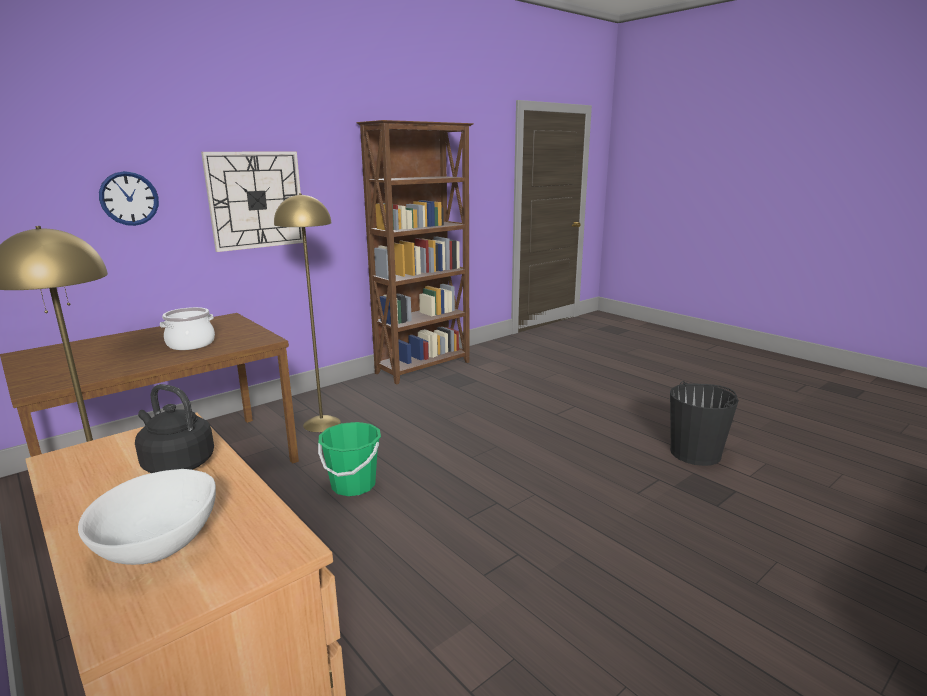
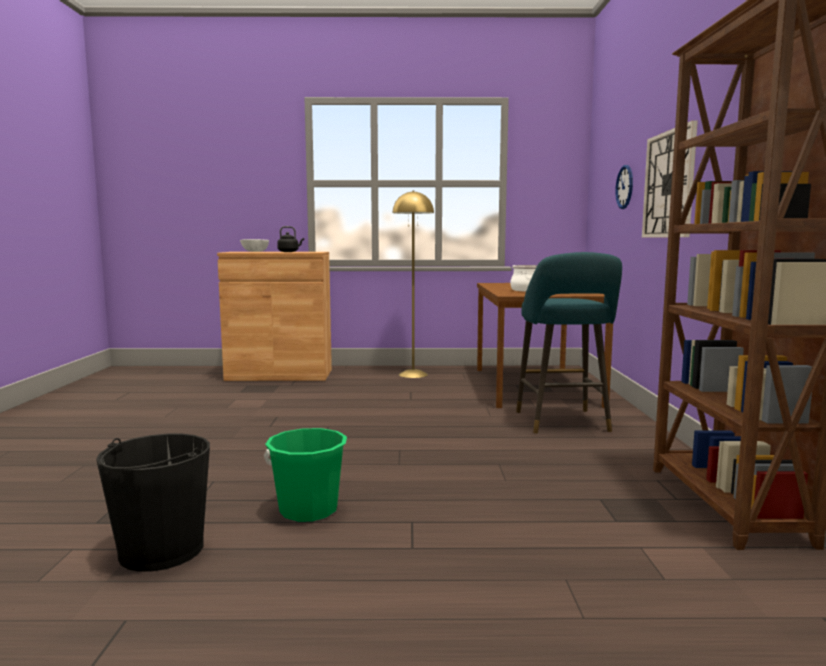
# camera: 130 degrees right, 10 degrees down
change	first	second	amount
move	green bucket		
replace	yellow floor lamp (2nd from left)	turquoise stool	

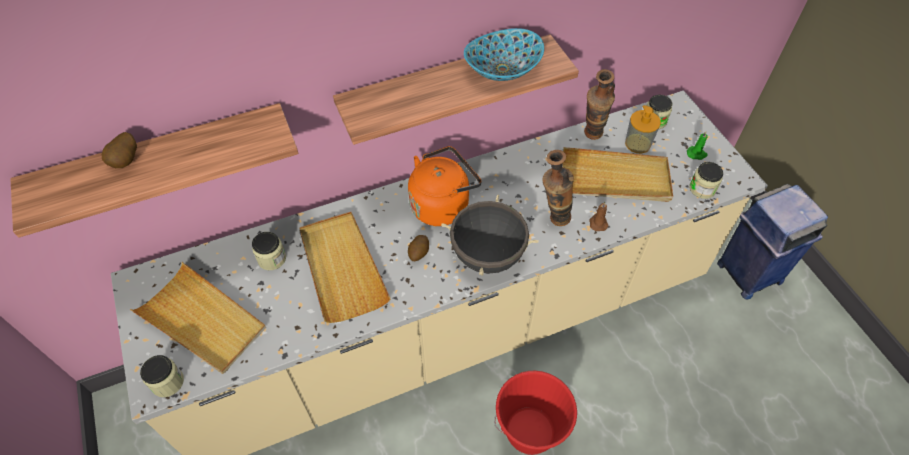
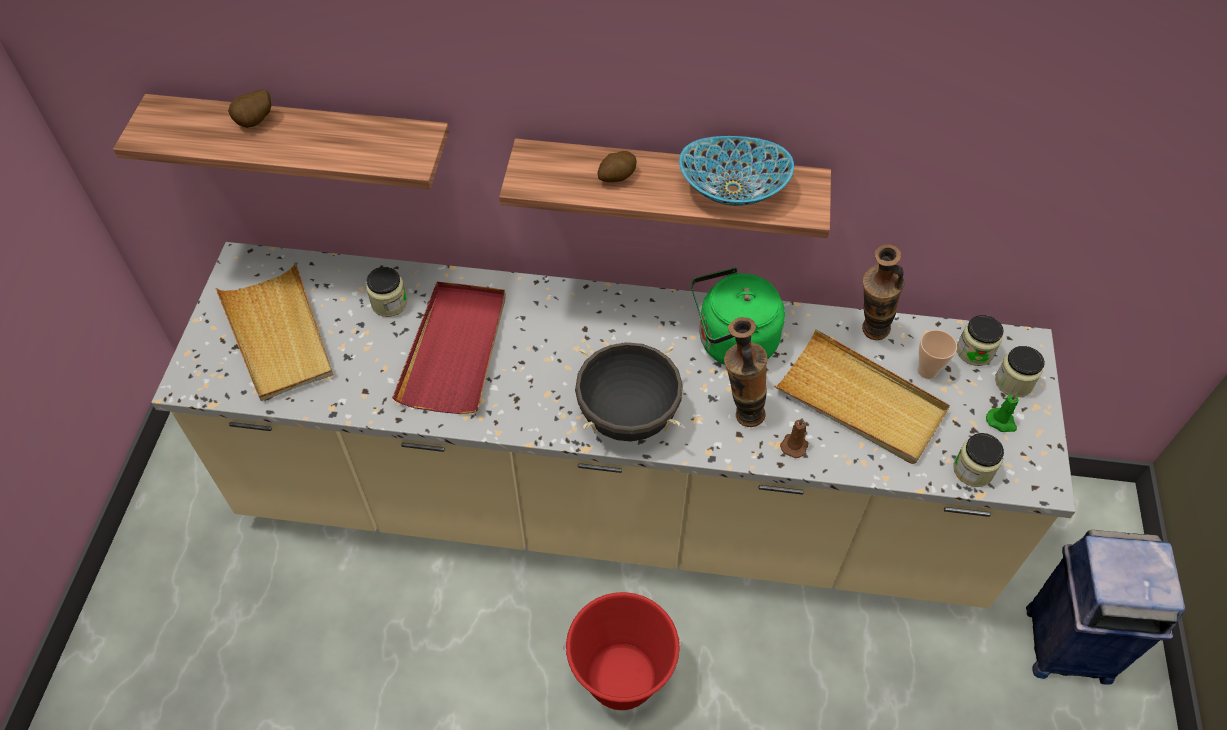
# camera: 30 degrees right, 0 degrees up
change	first	second	amount
delete	orange kettle		
insert		green kettle	
move	jar (1st from left in the first image)	jar (4th from left)	
move	potato (2nd from left)		
replace	soap dispenser	cup	
recolor	beige tray (2nd from left)	red tray	

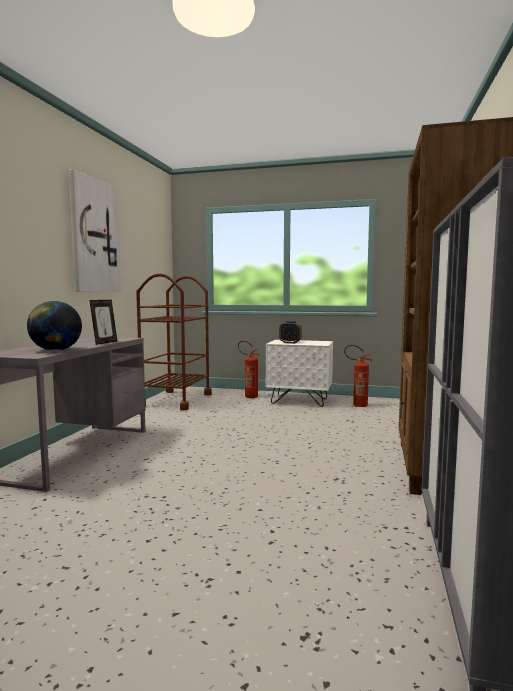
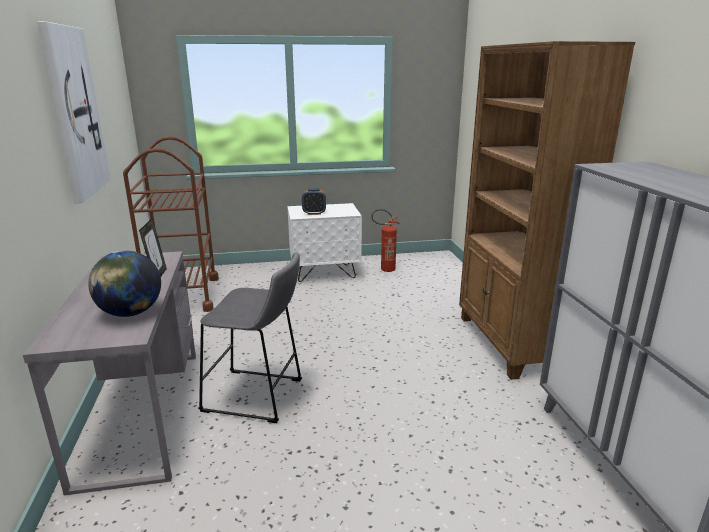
# camera: 25 degrees left, 15 degrees up
change	first	second	amount
delete	fire extinguisher (1st from left)		
insert		grey stool	

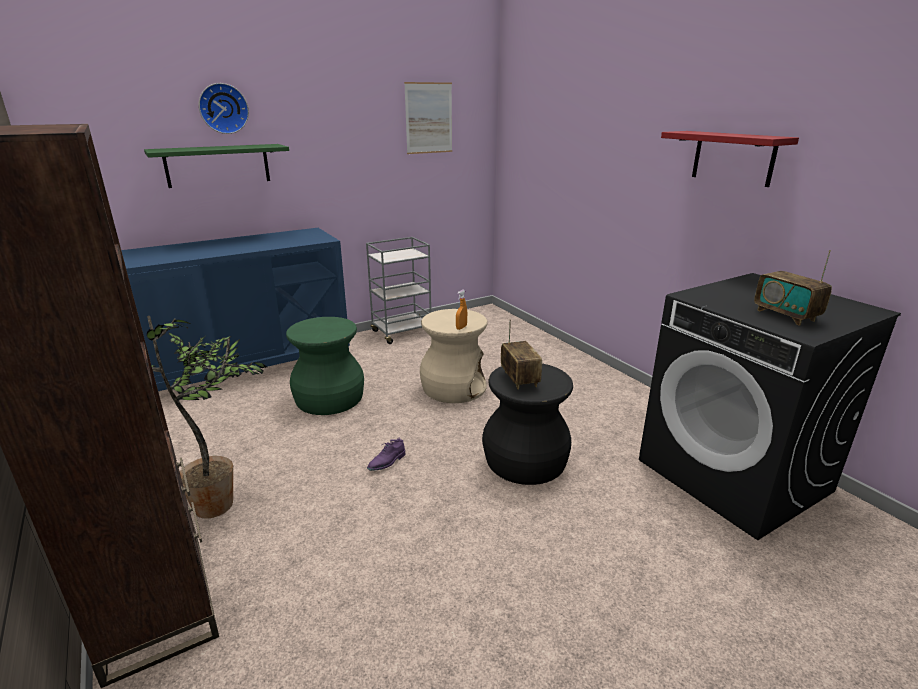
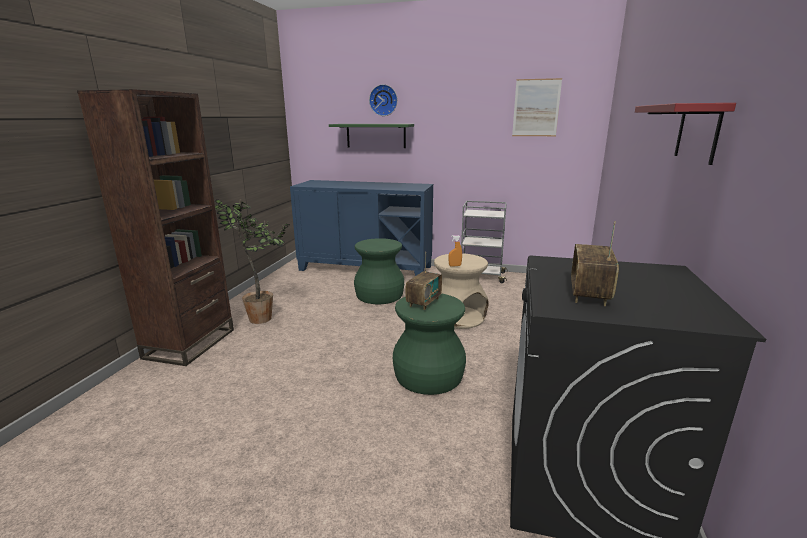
# camera: 45 degrees right, 5 degrees down
change	first	second	amount
delete	purple shoe		
recolor	black stool	green stool (2nd from left)	

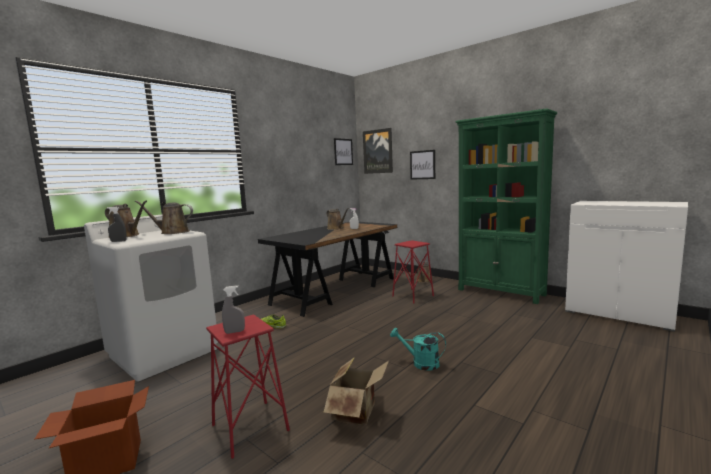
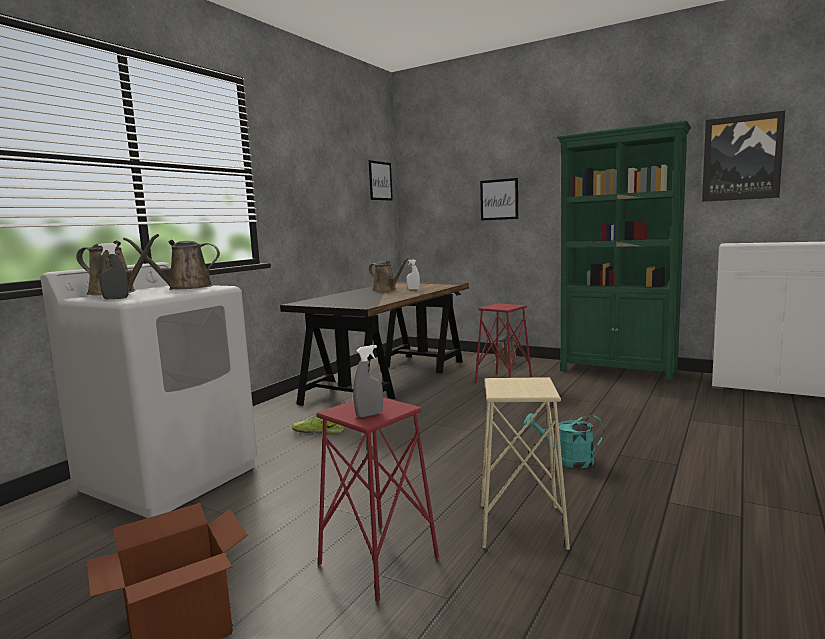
# camera: 10 degrees left, 0 degrees up
change	first	second	amount
move	picture (2nd from left in the first image)	picture (3rd from left)	
replace	cardboard box (2nd from left)	beige stool	

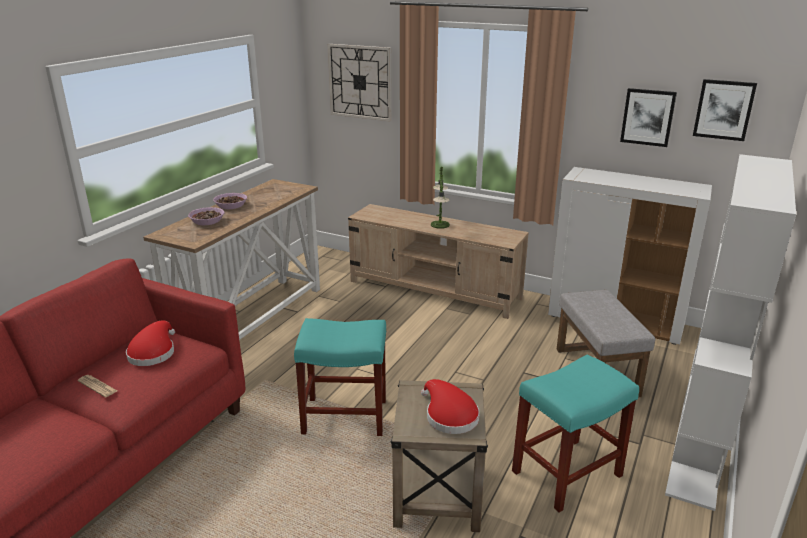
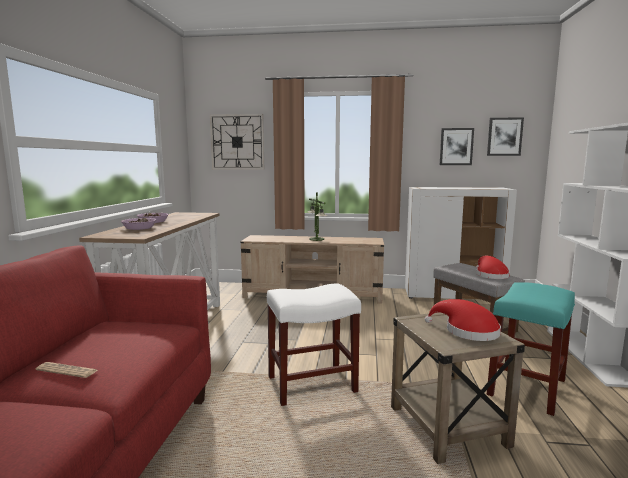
# camera: 20 degrees left, 15 degrees down
change	first	second	amount
move	red hat (1st from left in the first image)	red hat (2nd from left)	
recolor	turquoise stool (1st from left)	white stool	

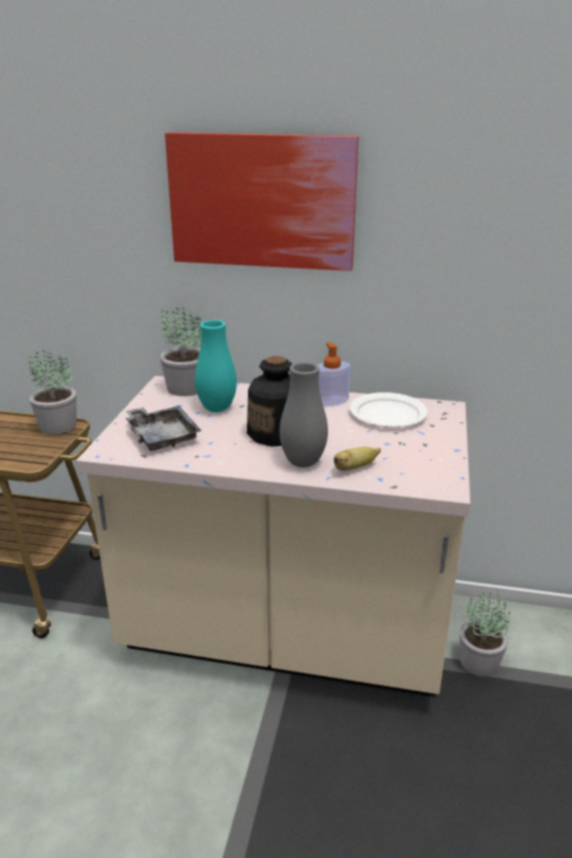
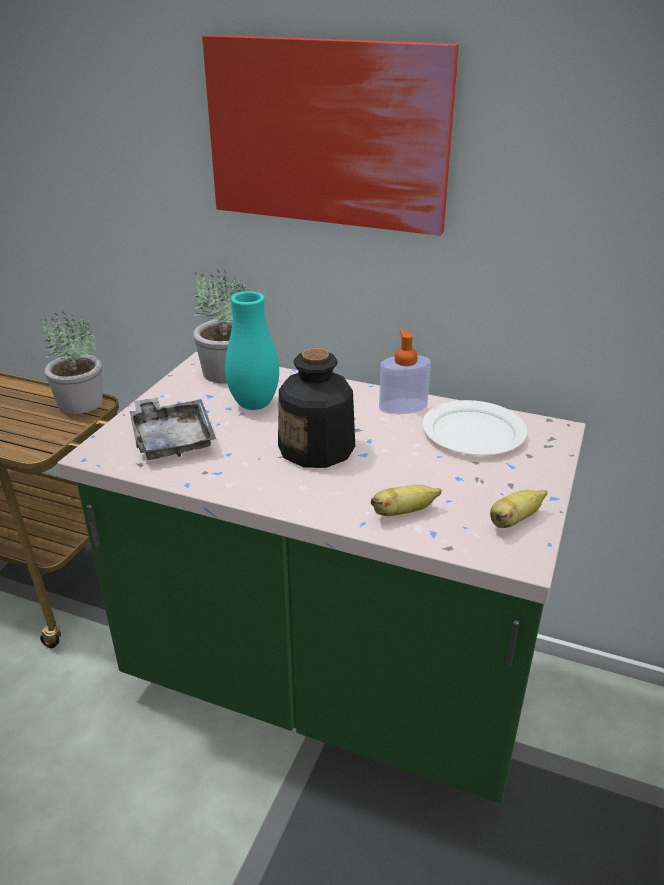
# camera: 10 degrees right, 5 degrees up
change	first	second	amount
delete	grey vase		
delete	potted plant (3rd from left)		
insert		banana (2nd from left)	
recolor	beige counter	green counter	

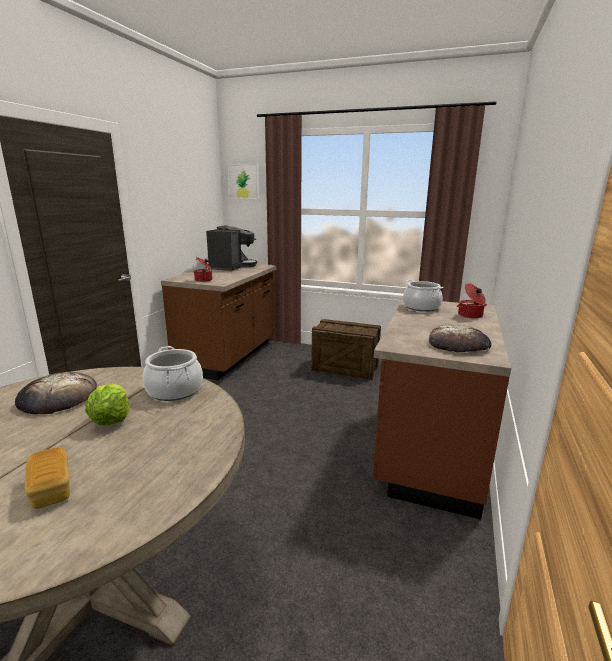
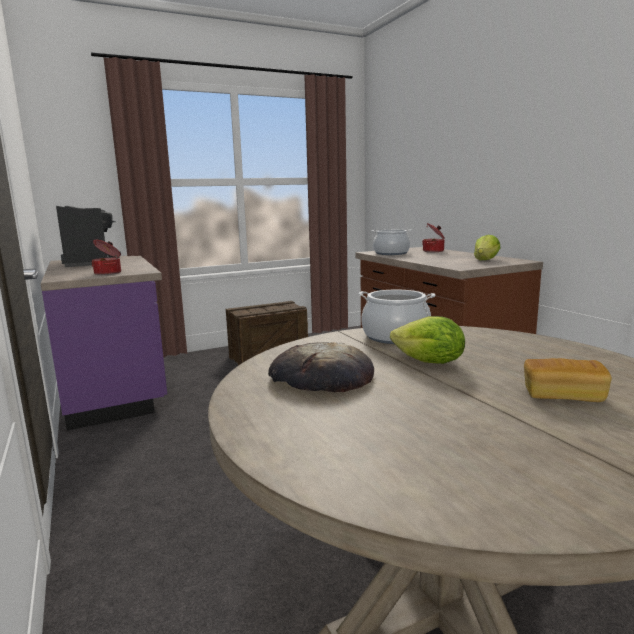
# camera: 45 degrees left, 5 degrees down
change	first	second	amount
delete	picture		
replace	bread (3rd from left)	lettuce (2nd from left)	
recolor	brown counter (1st from left)	purple counter	

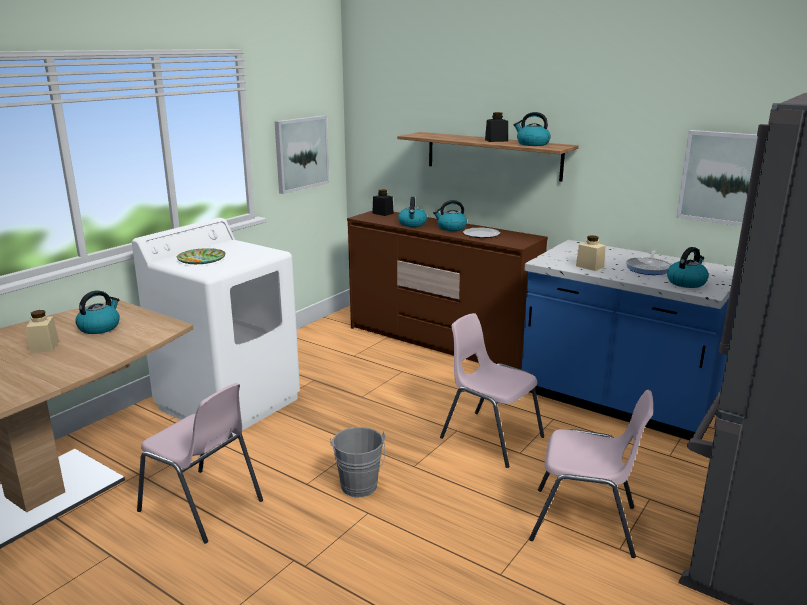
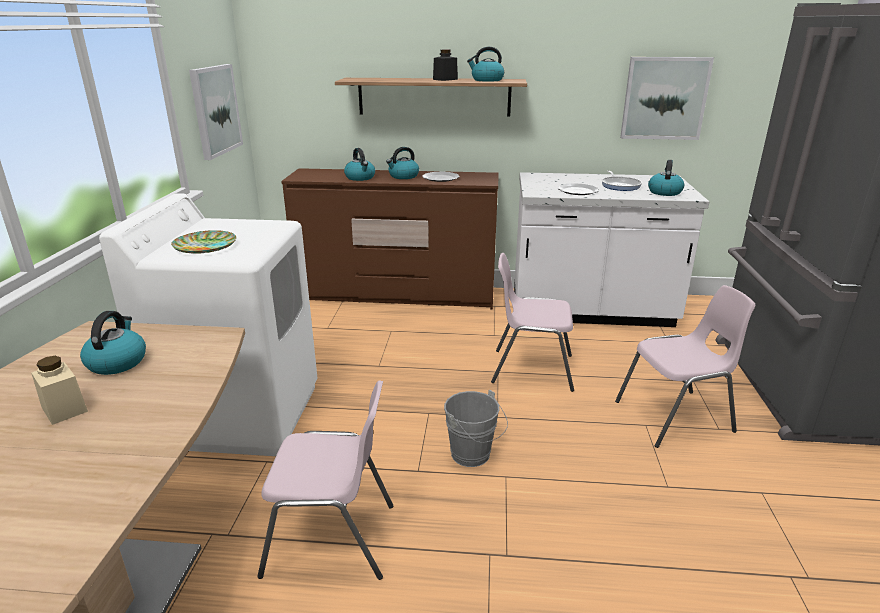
# camera: 30 degrees left, 5 degrees up
change	first	second	amount
delete	black jar (1st from left)		
replace	beige jar (2nd from left)	plate (3rd from left)	
recolor	blue counter	white counter	

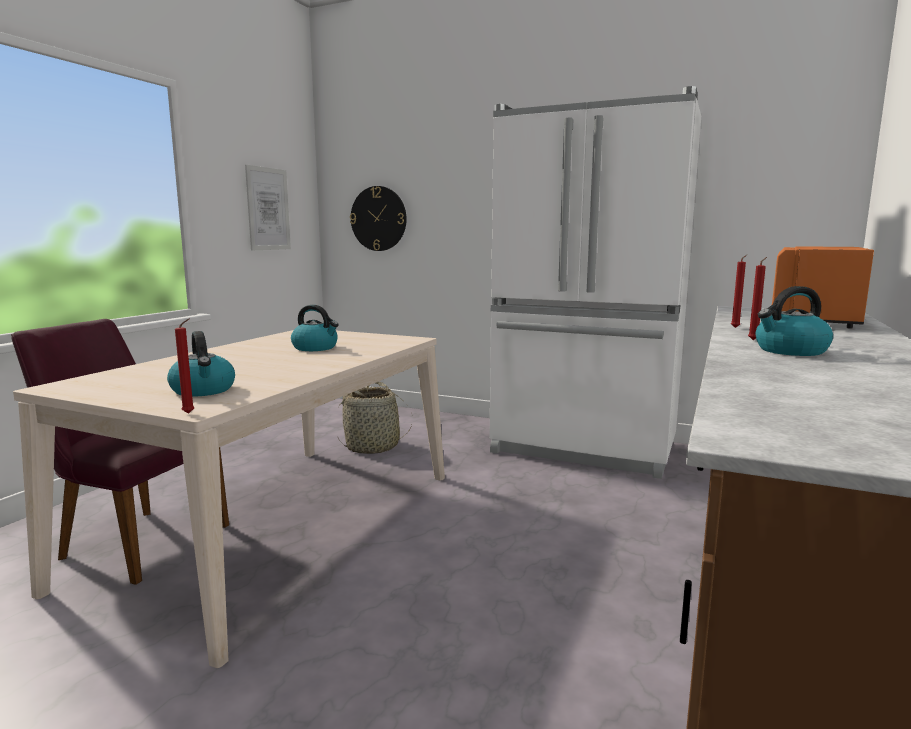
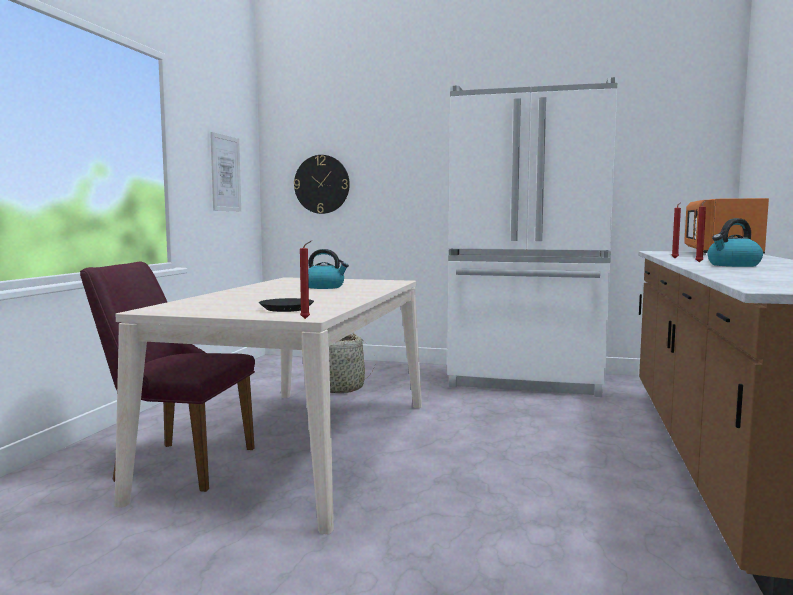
# camera: 10 degrees left, 5 degrees down
change	first	second	amount
replace	kettle (1st from left)	black plate	

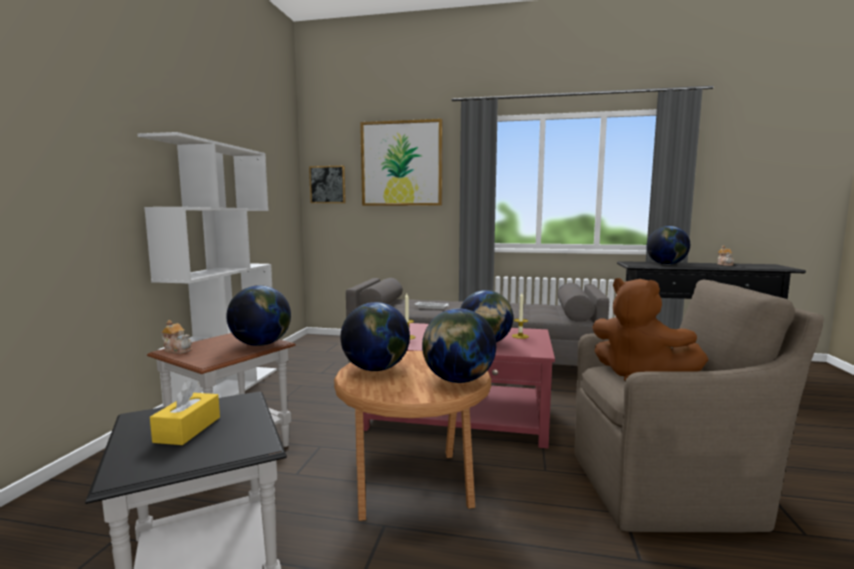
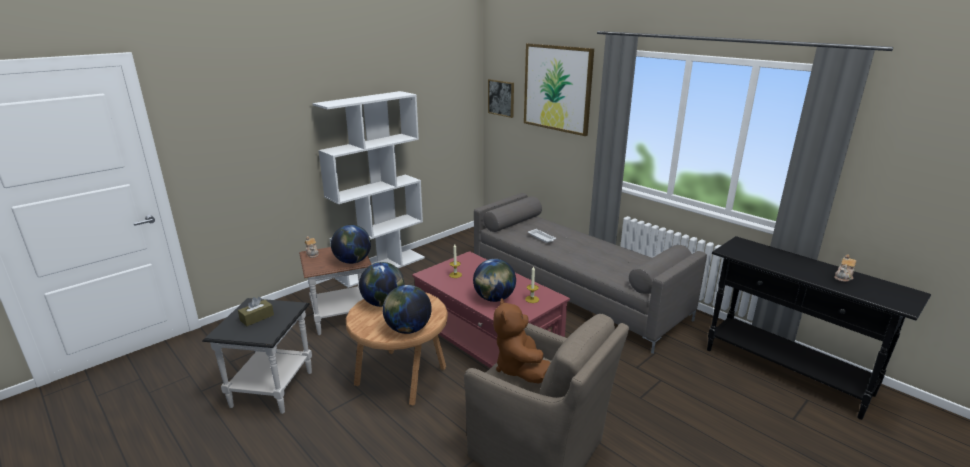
# camera: 35 degrees right, 15 degrees up
change	first	second	amount
delete	globe (5th from left)		
recolor	yellow tissue box	brown tissue box	

